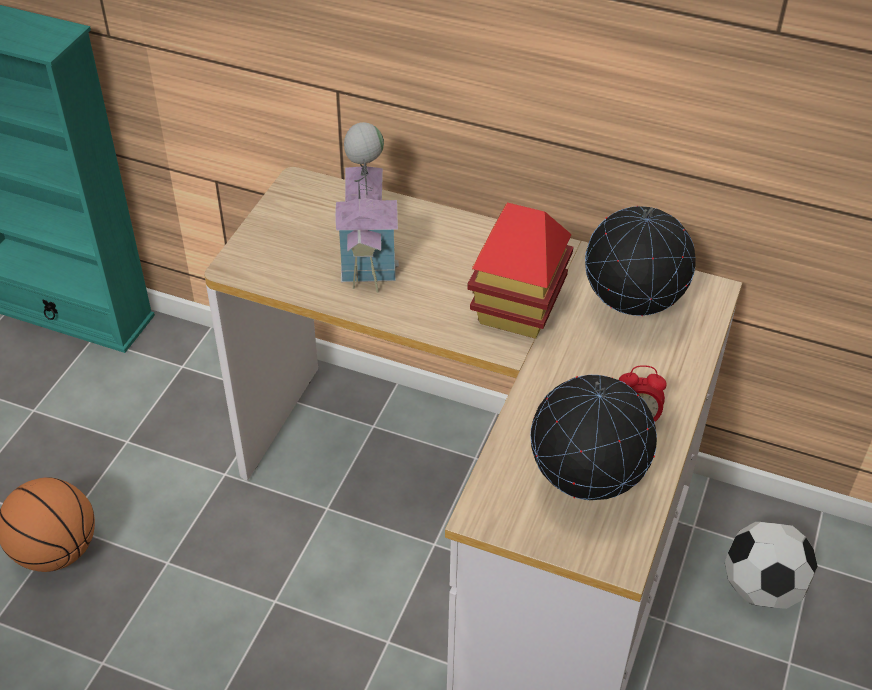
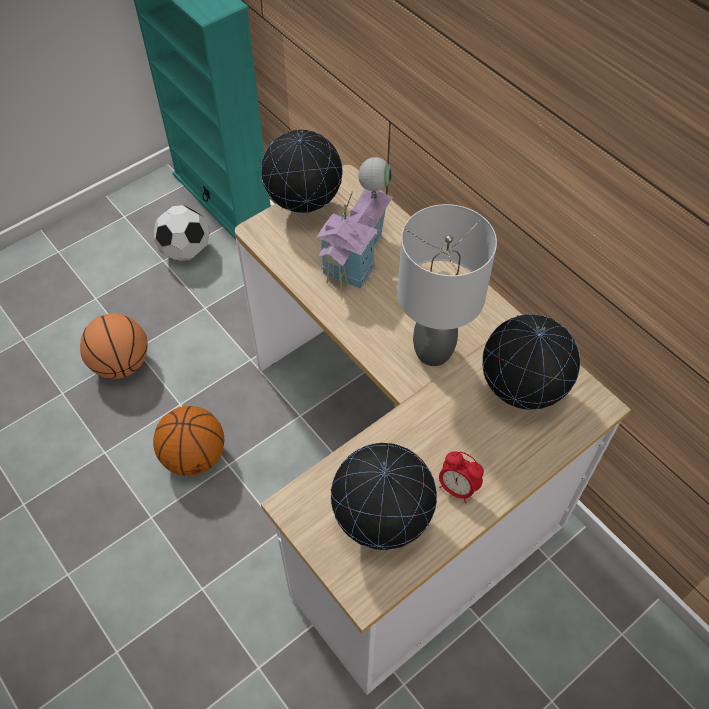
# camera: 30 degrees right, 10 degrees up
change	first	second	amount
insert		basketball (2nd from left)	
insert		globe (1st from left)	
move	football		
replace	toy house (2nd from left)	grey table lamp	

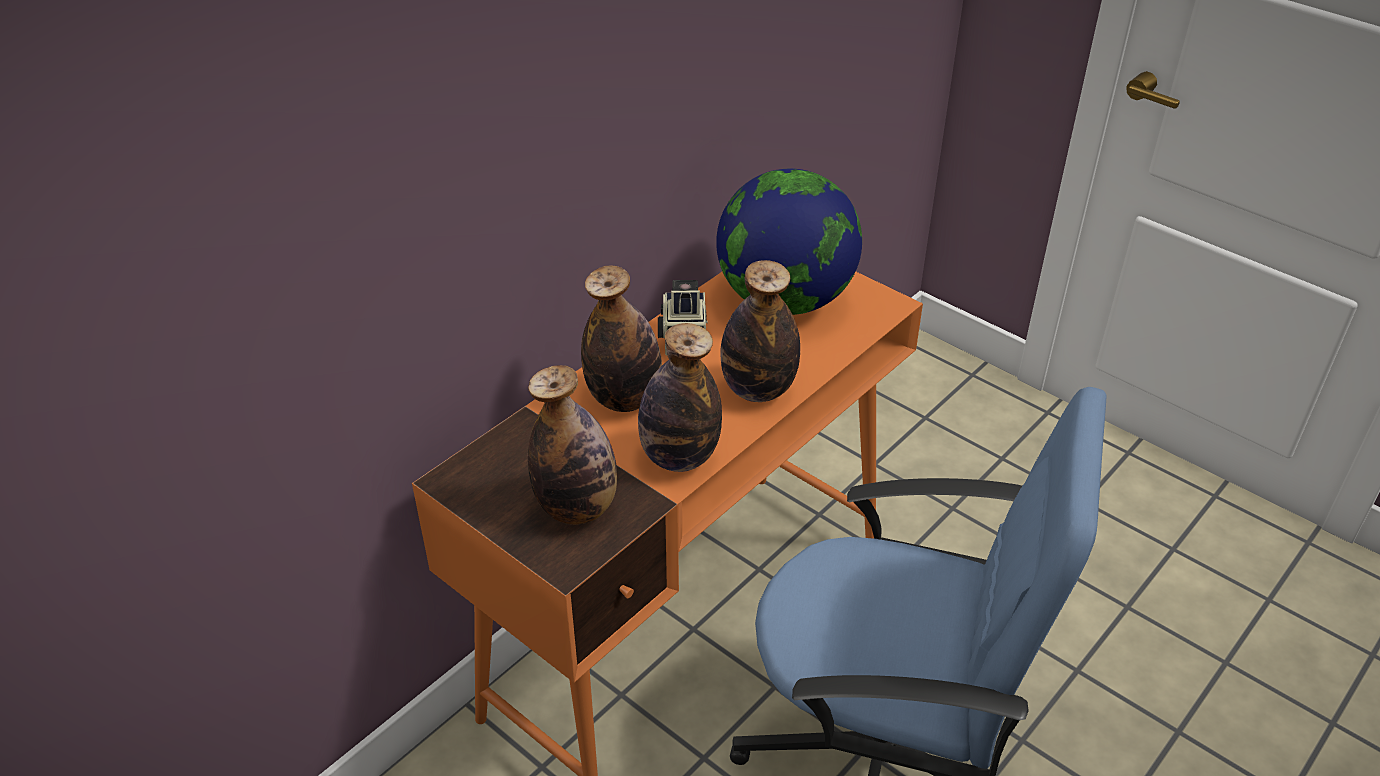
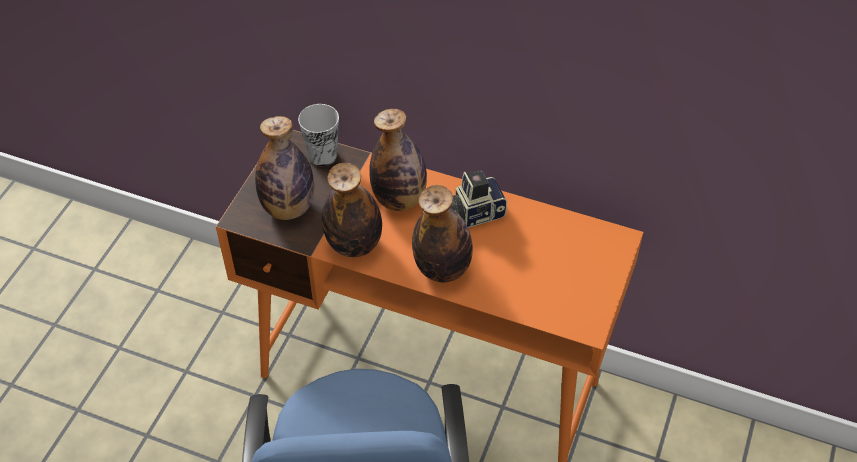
# camera: 70 degrees right, 10 degrees up
change	first	second	amount
delete	globe		
insert		cup	

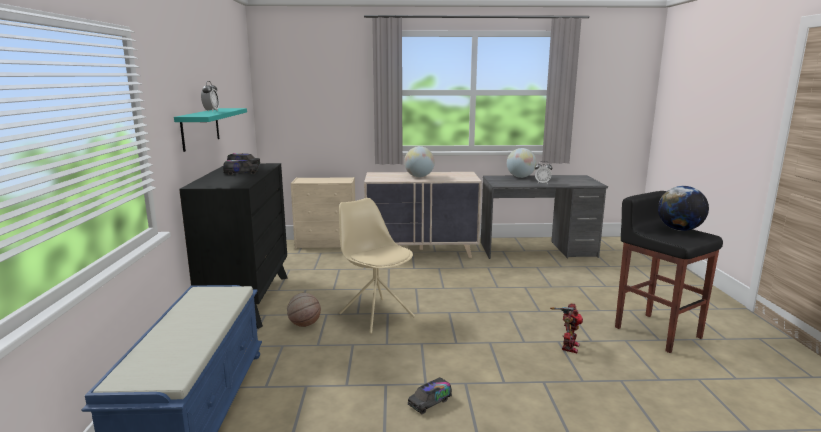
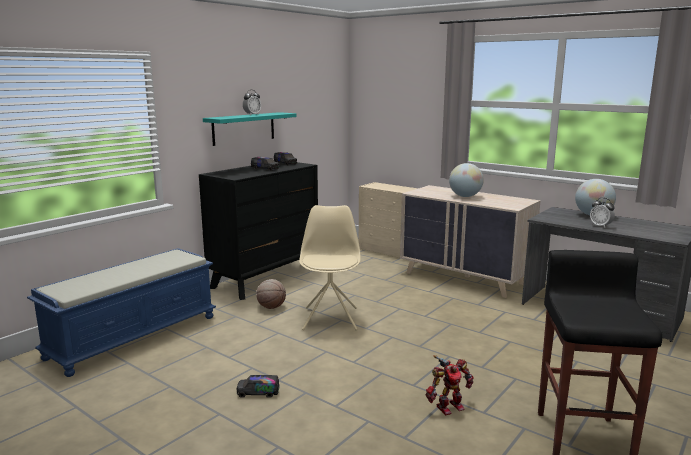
# camera: 40 degrees right, 0 degrees up
change	first	second	amount
delete	globe (3rd from left)		

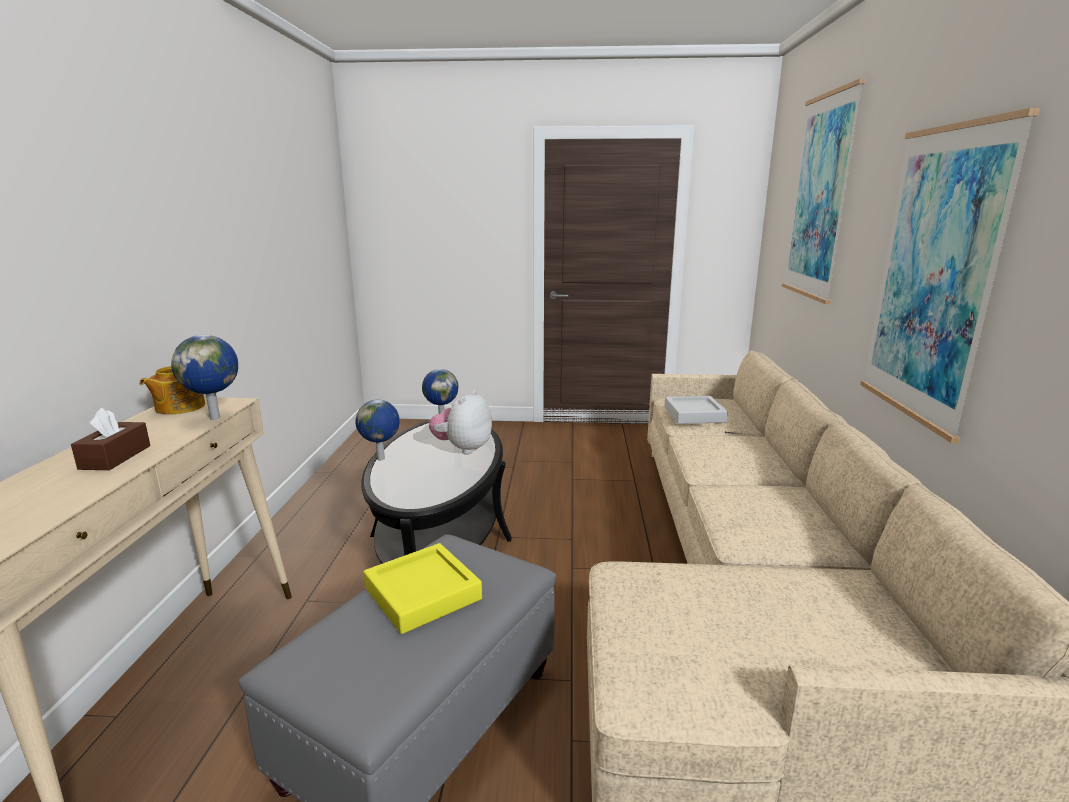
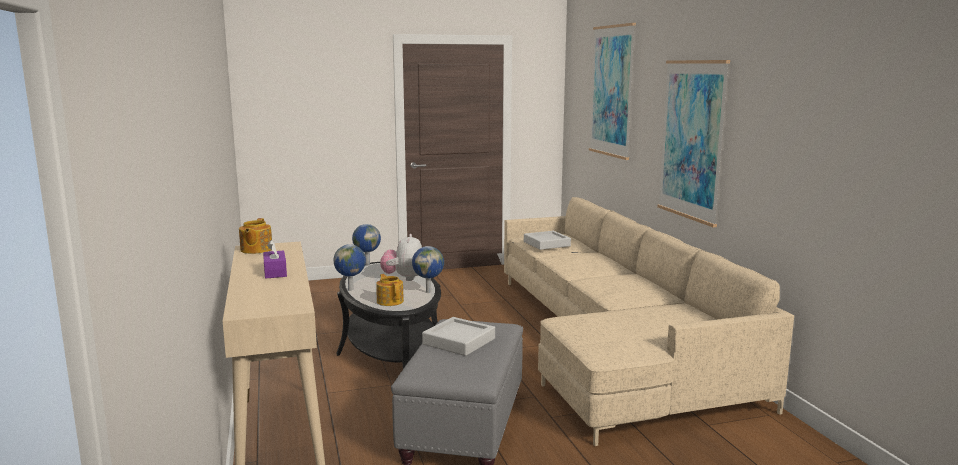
# camera: 20 degrees left, 5 degrees down
change	first	second	amount
insert		teapot (2nd from left)	
move	globe (1st from left in the first image)	globe (3rd from left)	
recolor	brown tissue box	purple tissue box	
recolor	yellow tray	grey tray (1st from left)	

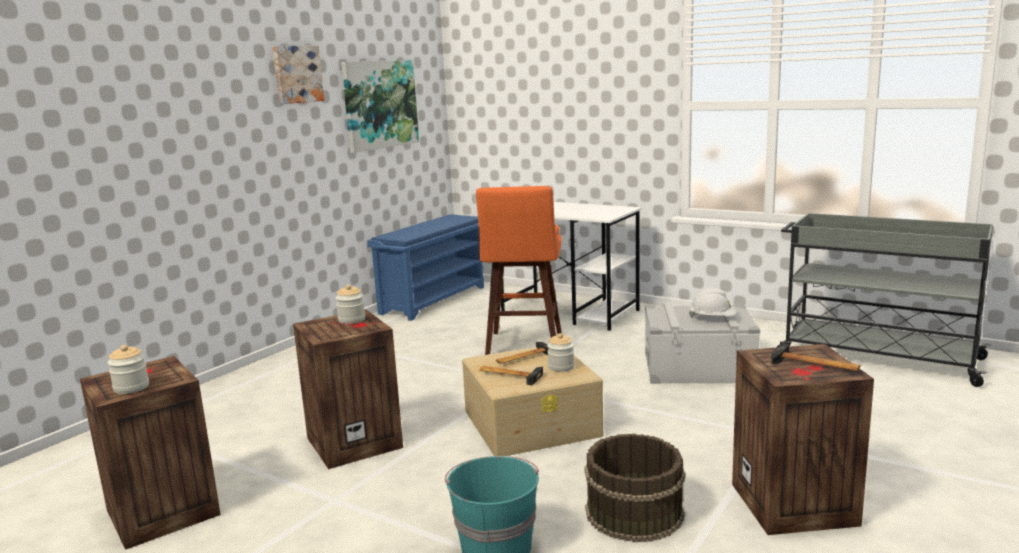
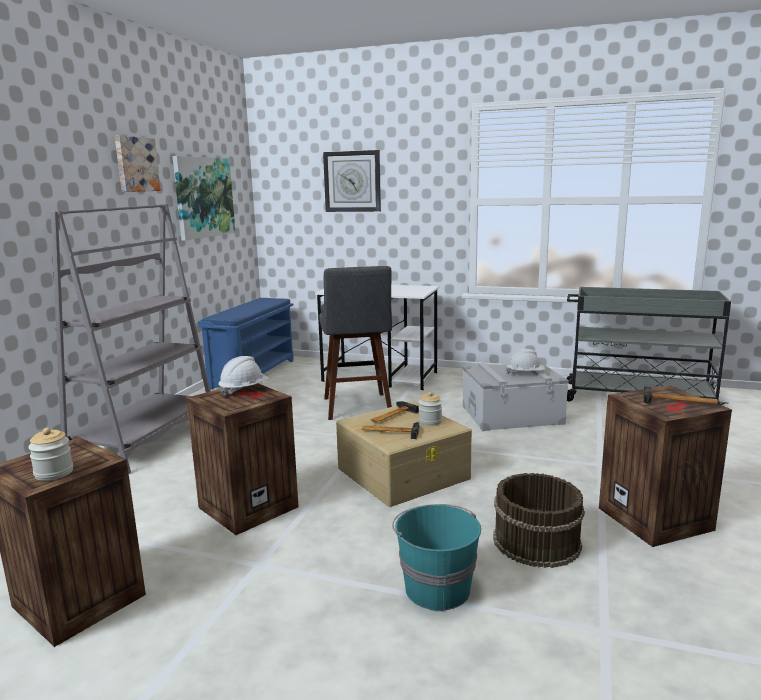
# camera: 15 degrees left, 0 degrees up
change	first	second	amount
insert		grey bookcase	
insert		wall clock	
replace	jar (2nd from left)	white hard hat (1st from left)	
recolor	orange stool	grey stool	

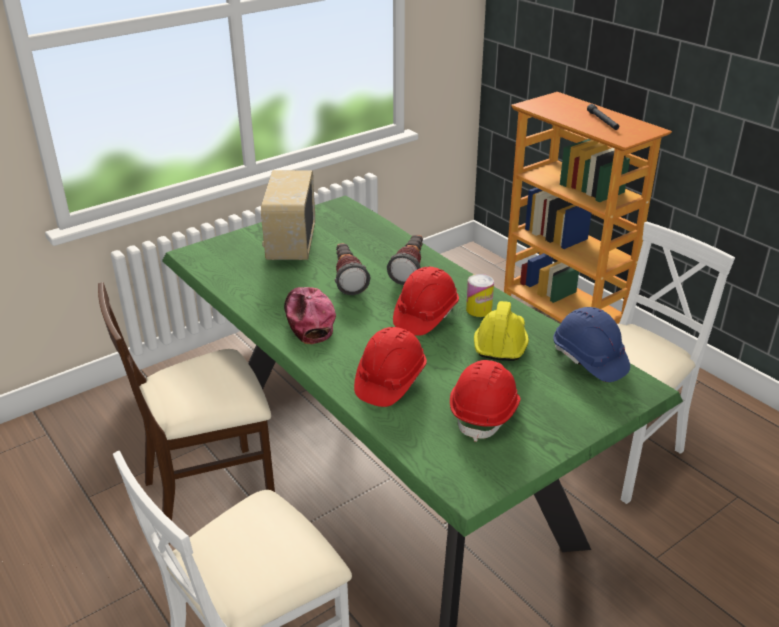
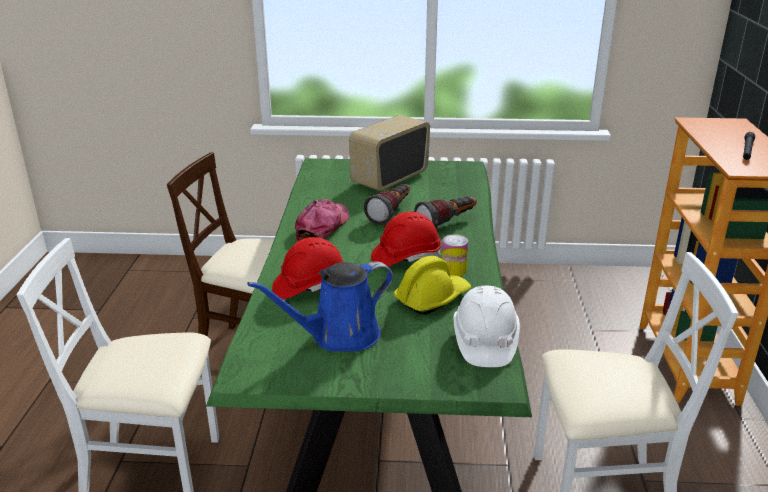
# camera: 40 degrees right, 5 degrees down
change	first	second	amount
replace	red hard hat (3rd from left)	blue watering can	
recolor	blue hard hat	white hard hat	

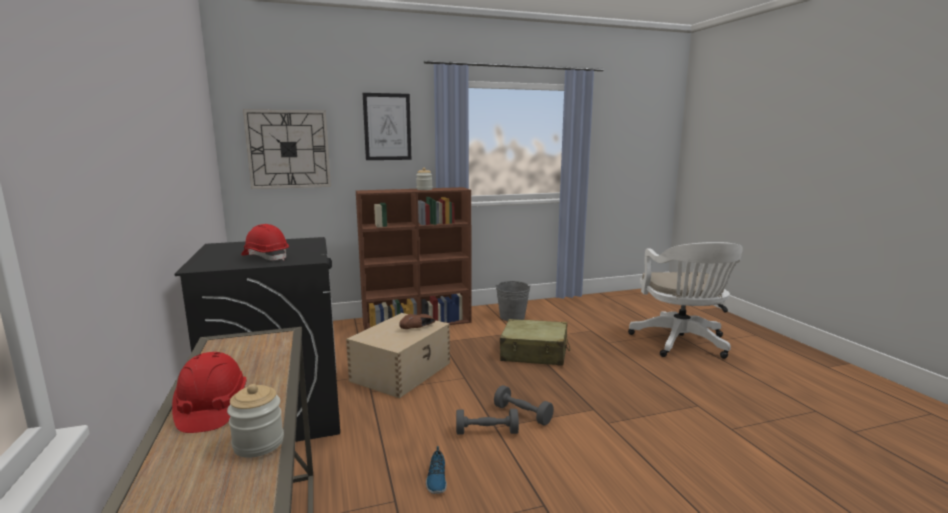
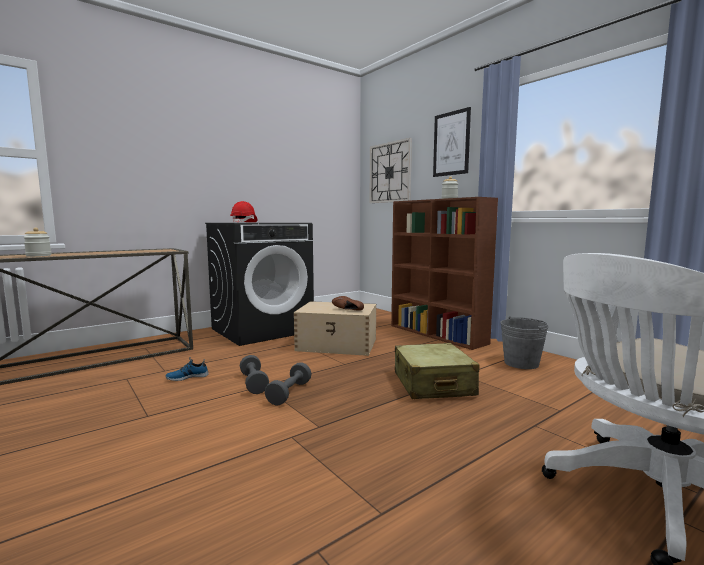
# camera: 70 degrees right, 5 degrees down
change	first	second	amount
delete	red hard hat (1st from left)		

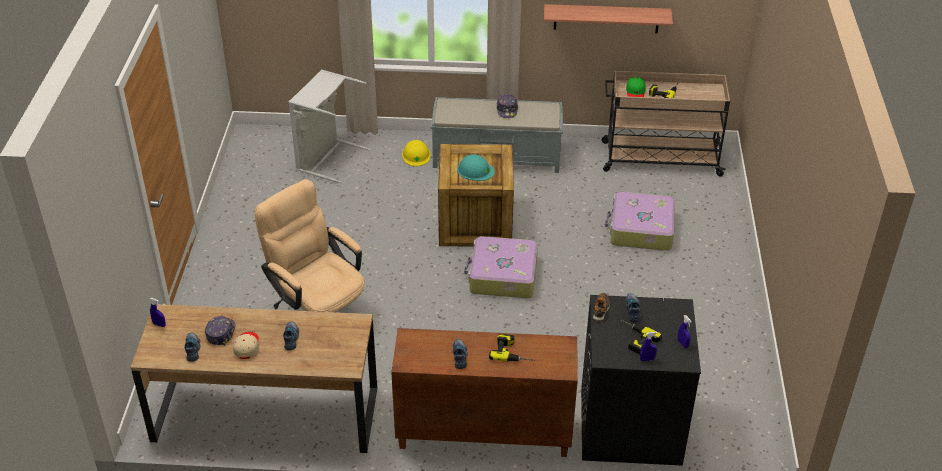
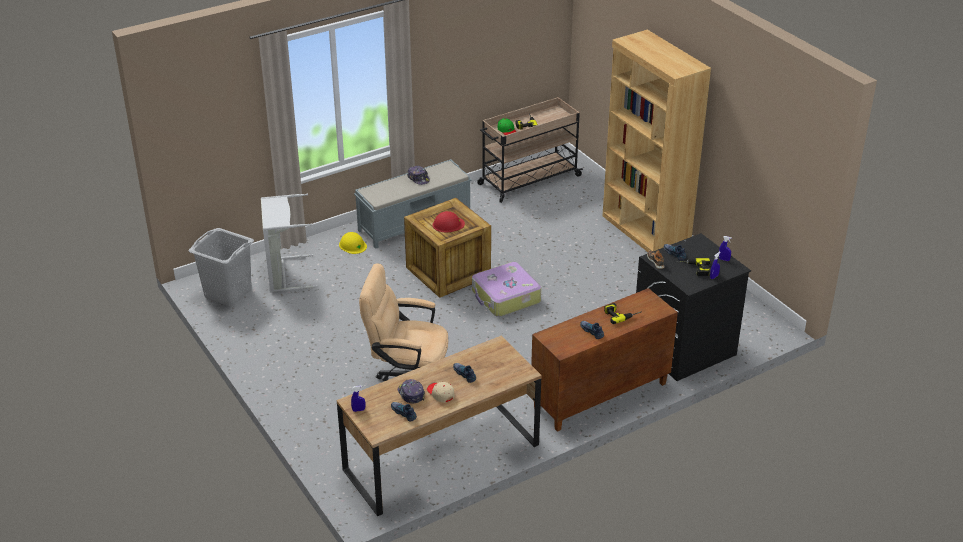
# camera: 35 degrees left, 5 degrees down
change	first	second	amount
delete	shelf		
delete	suitcase (2nd from left)		
insert		grey laundry basket (1st from left)	
insert		brown bookcase	
recolor	turquoise hard hat	red hard hat	

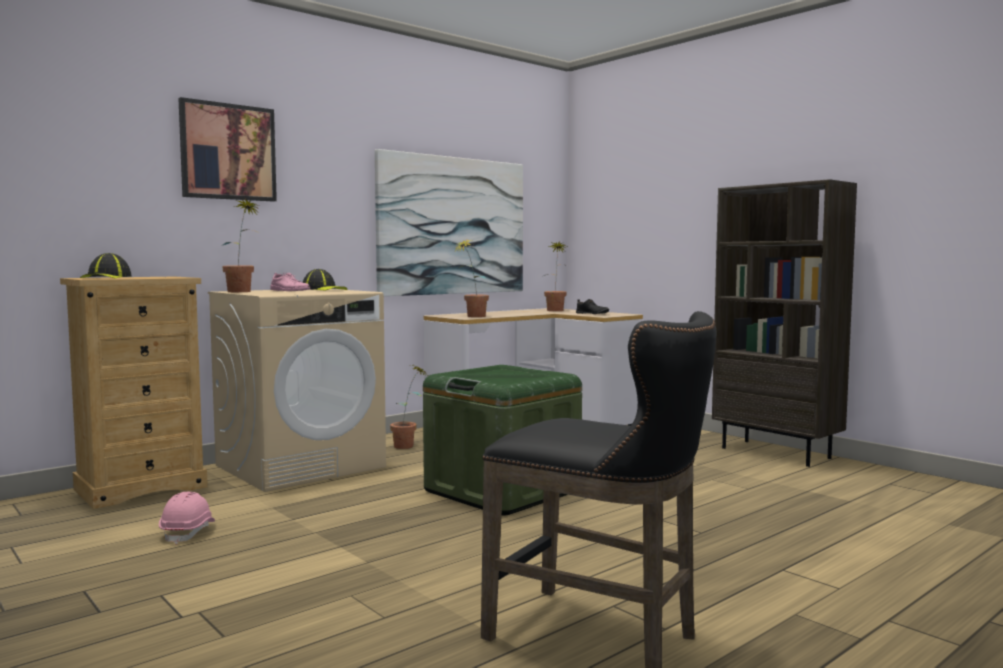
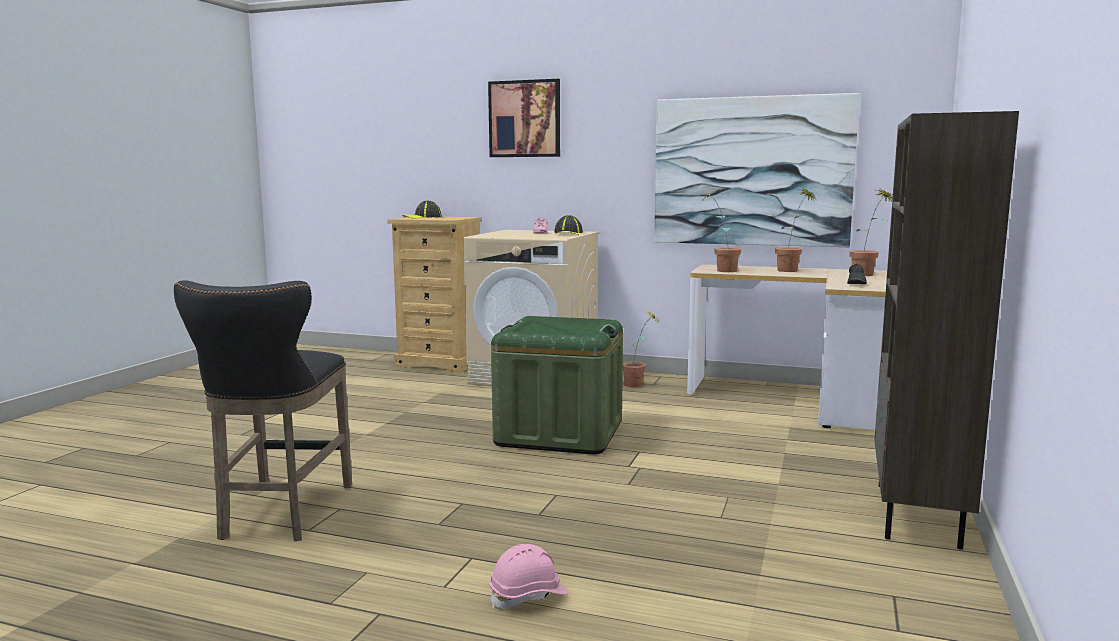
# camera: 60 degrees right, 5 degrees up
change	first	second	amount
move	pink hard hat		
move	potted plant (1st from left in the first image)	potted plant (3rd from left)	

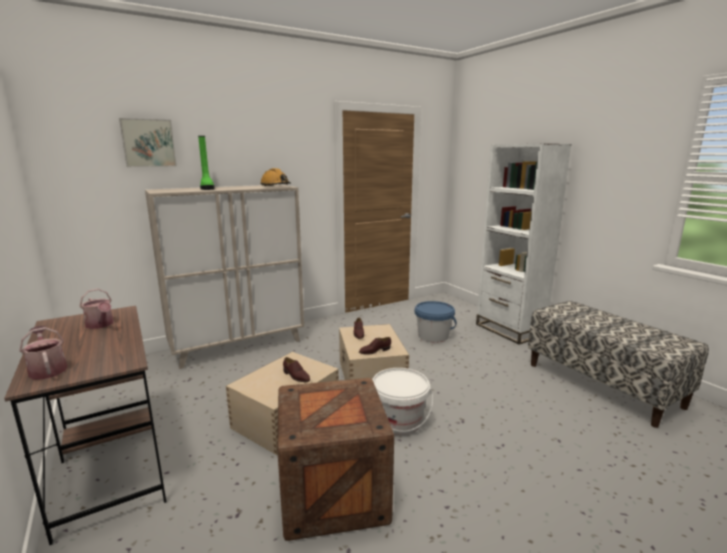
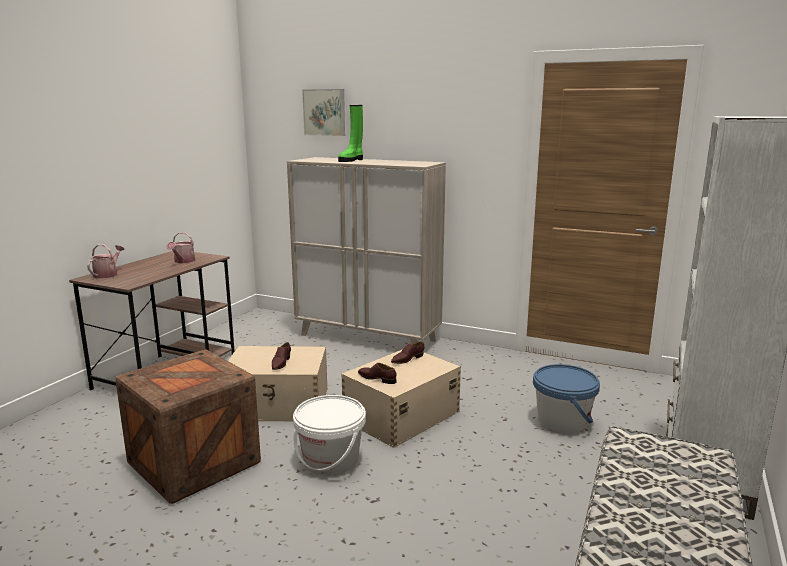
# camera: 55 degrees right, 0 degrees up
change	first	second	amount
delete	orange hard hat		

